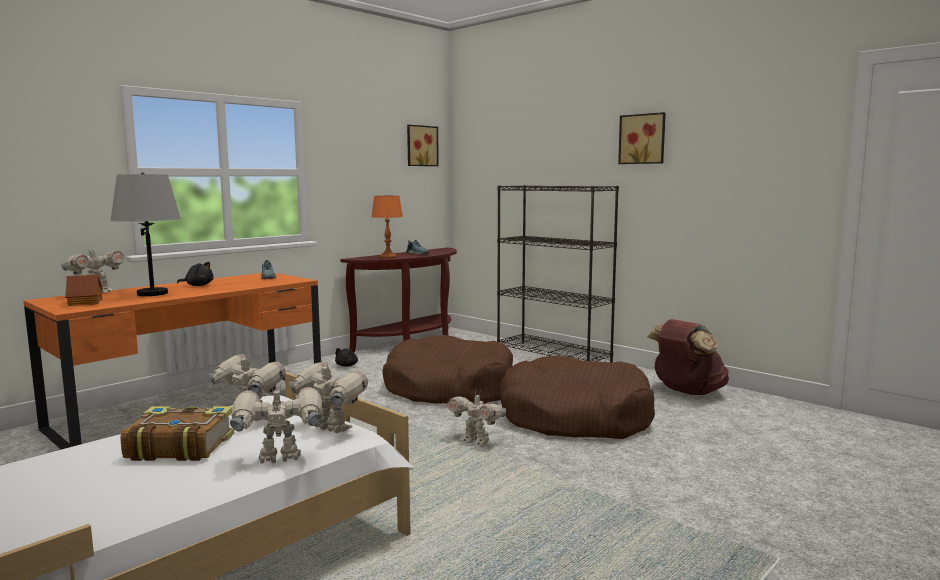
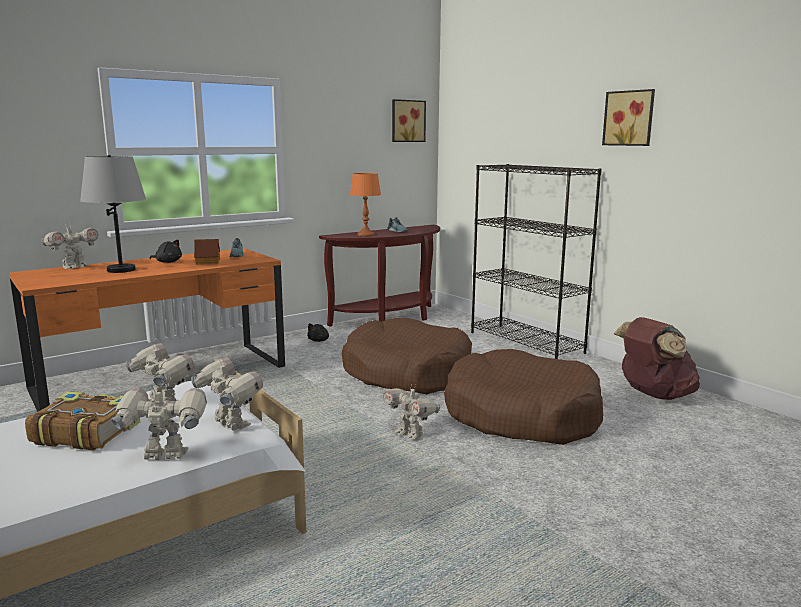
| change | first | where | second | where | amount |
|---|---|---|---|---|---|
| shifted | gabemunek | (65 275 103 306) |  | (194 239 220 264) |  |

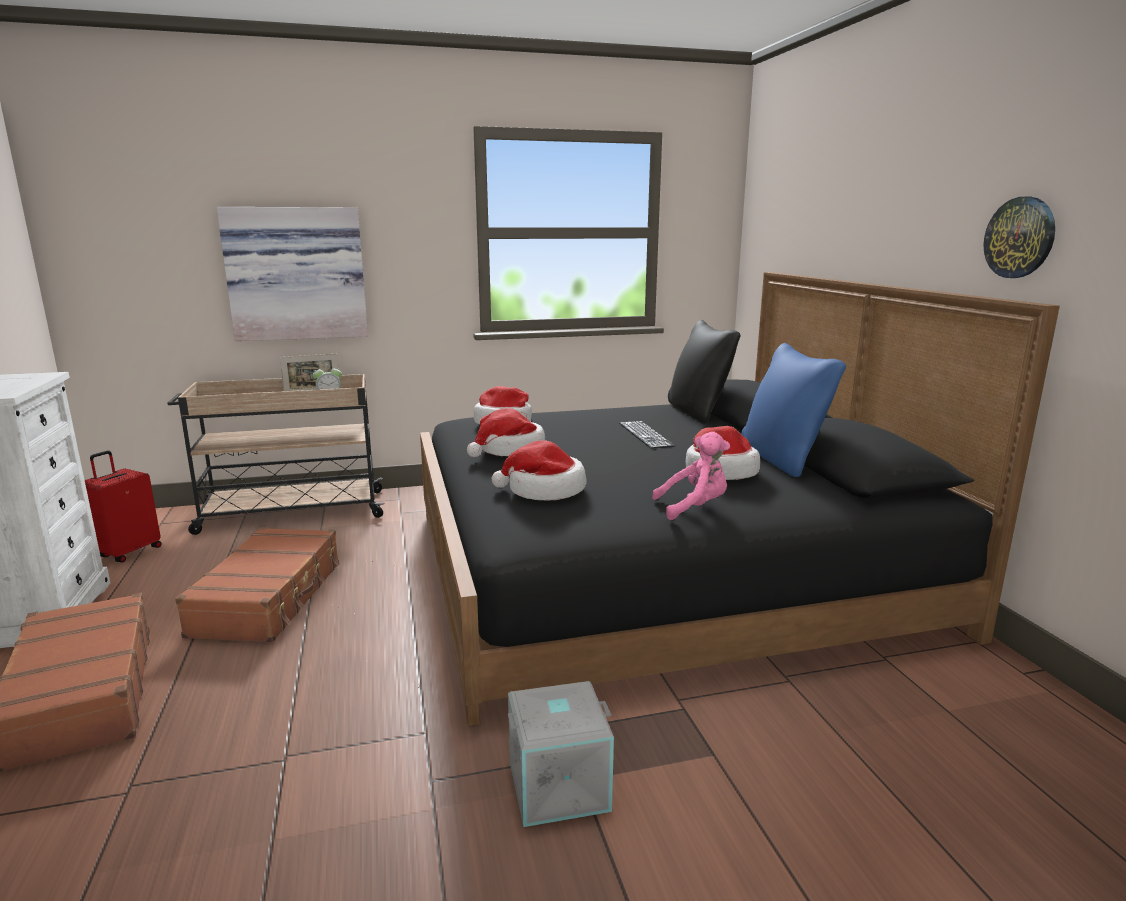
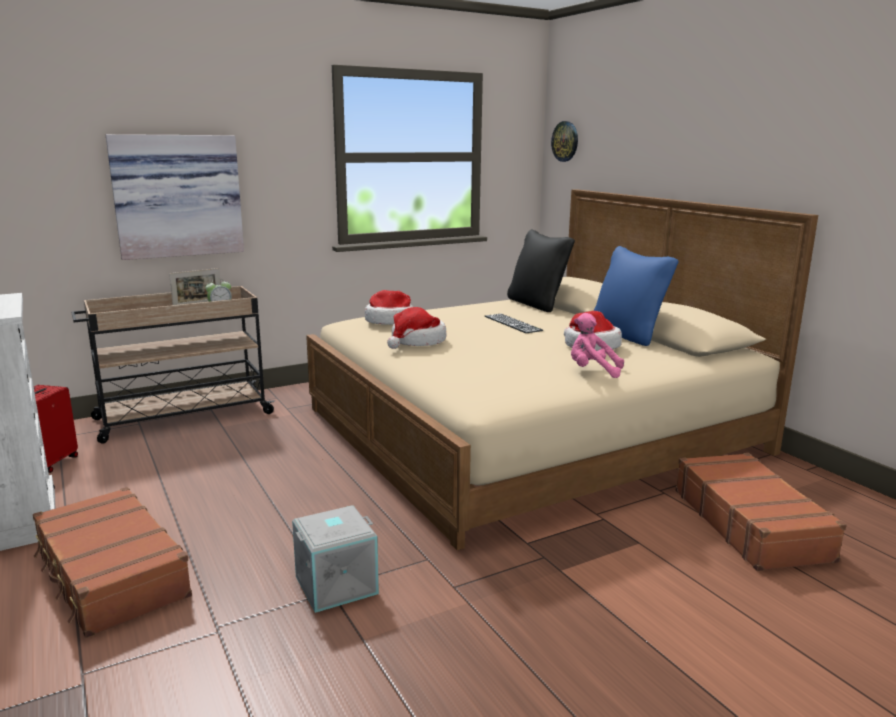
| change | first | where | second | where | amount |
|---|---|---|---|---|---|
| gone | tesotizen | (491 440 586 500) |  |  |  |
| shifted | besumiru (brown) | (175 527 340 643) |  | (676 453 847 571) |  |
| shifted | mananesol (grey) | (508 681 614 827) |  | (292 505 379 613) |  |
| shifted | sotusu | (983 197 1055 278) |  | (551 121 578 162) |  |
| repainted | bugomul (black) | (420 272 1060 726) | bugomul (beige) | (306 189 818 550) |  |
| rotated | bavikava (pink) | (652 432 730 520) |  | (571 313 624 378) | 135 degrees counterclockwise |

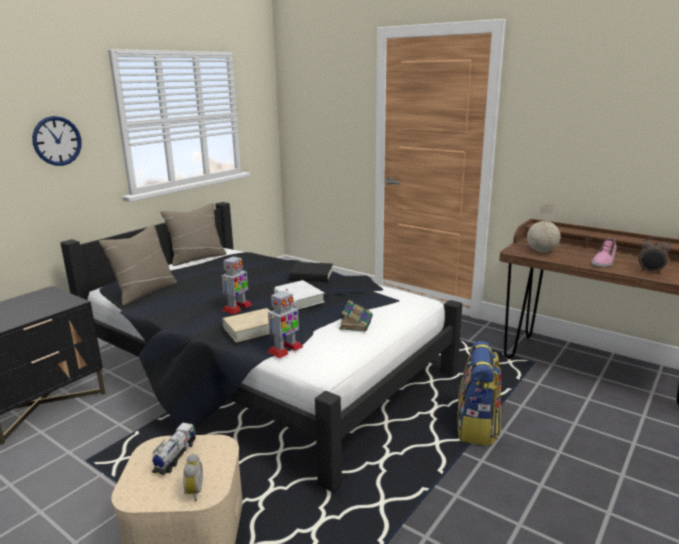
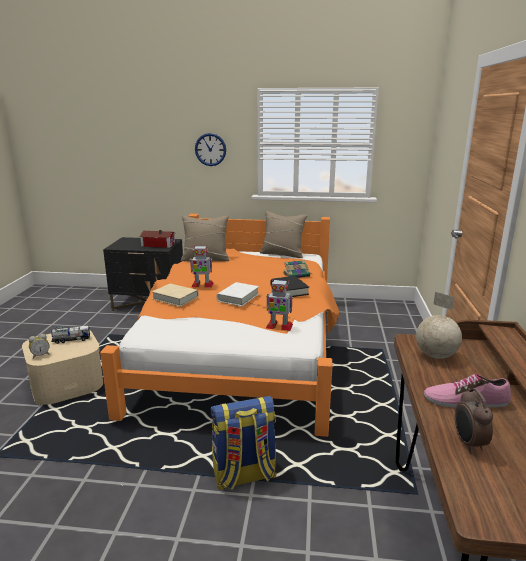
| change | first | where | second | where | amount |
|---|---|---|---|---|---|
| new |  |  | gabemunek | (139 230 175 248) |  |
| shifted | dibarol | (267 289 303 358) |  | (266 279 293 331) |  |
| shifted | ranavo | (339 300 373 332) |  | (283 260 312 278) |  |
| repainted | bugomul (black) | (60 202 462 492) | bugomul (orange) | (100 214 340 437) |  |

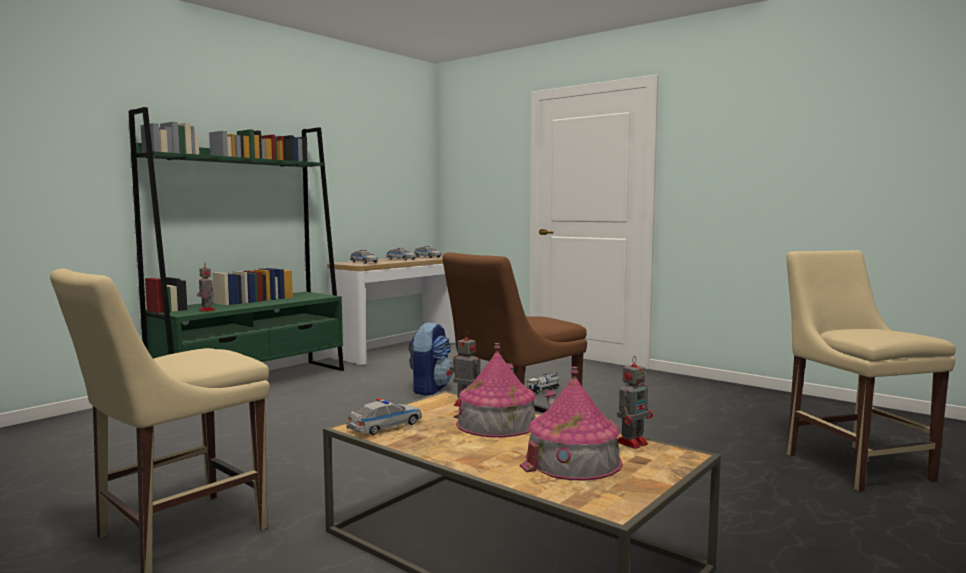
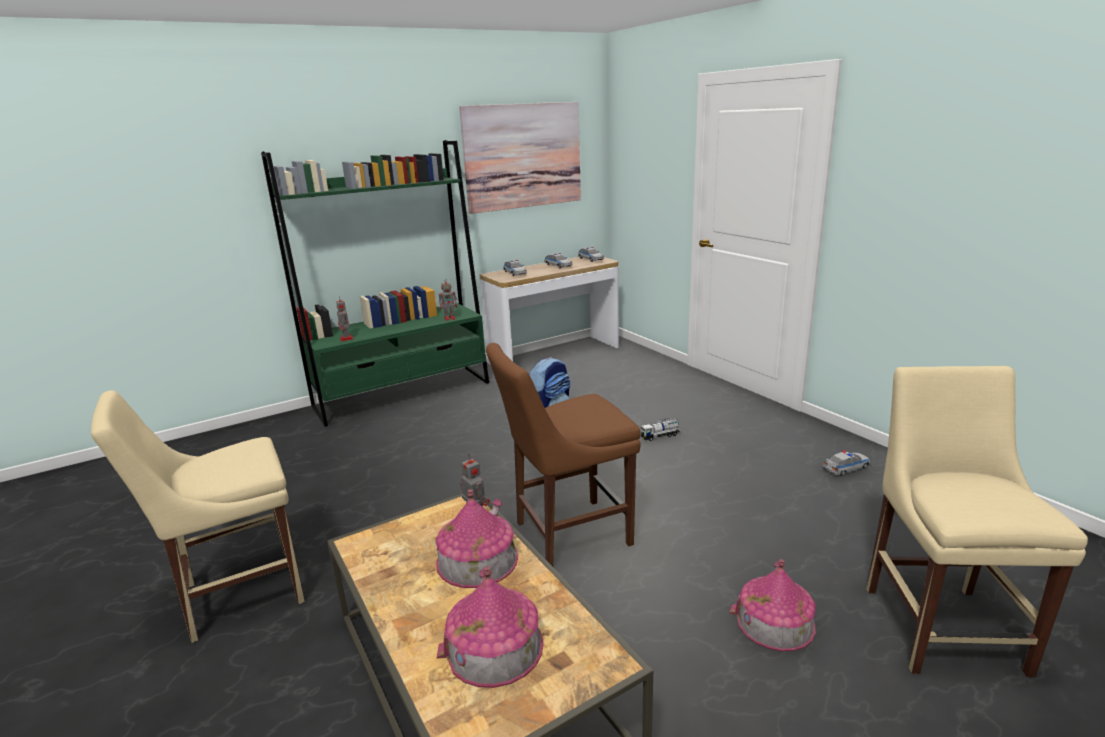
| change | first | where | second | where | amount |
|---|---|---|---|---|---|
| new |  |  | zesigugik | (459 102 581 214) |  |
| new |  |  | gabemunek | (729 559 816 651) |  |
| shifted | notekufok | (346 398 422 435) |  | (822 450 871 476) |  |
| shifted | dibarol | (617 356 653 449) |  | (439 278 457 321) |  |

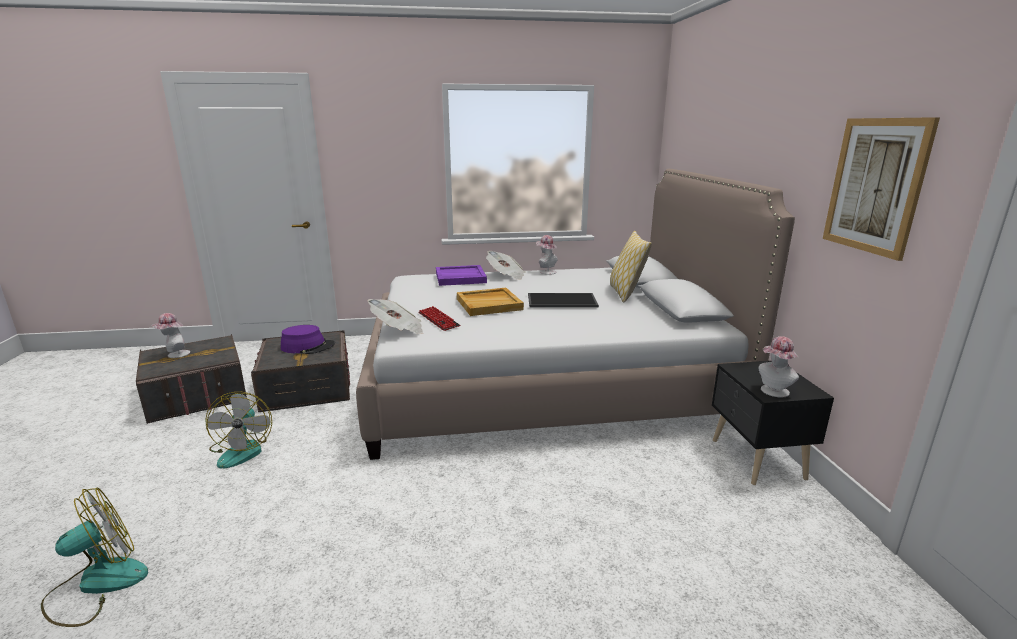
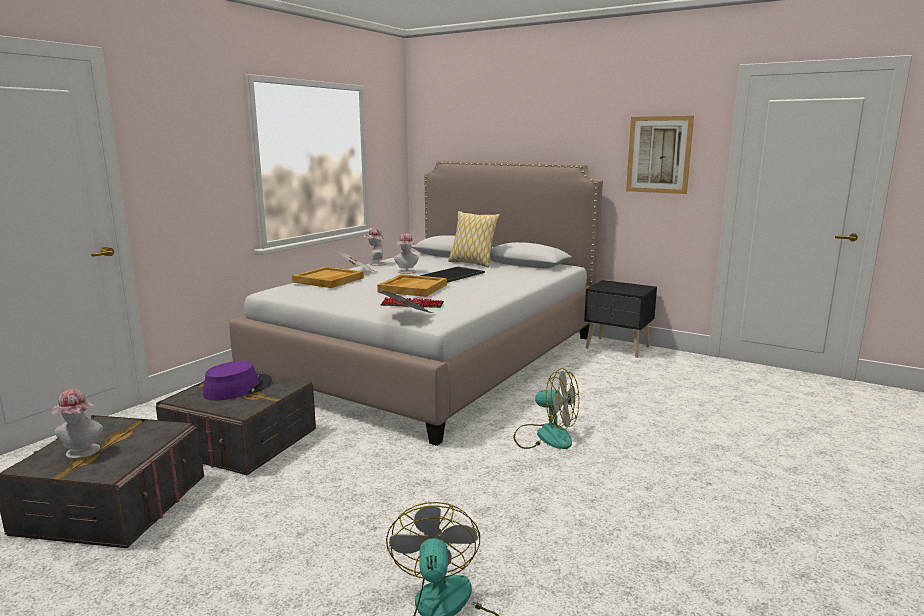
| change | first | where | second | where | amount |
|---|---|---|---|---|---|
| shifted | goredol | (205 392 272 469) |  | (513 368 579 449) |  |
| shifted | tesotizen | (759 336 799 398) |  | (394 233 419 274) |  |
| repainted | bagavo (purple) | (436 265 487 286) | bagavo (beige) | (292 267 364 288) |  |

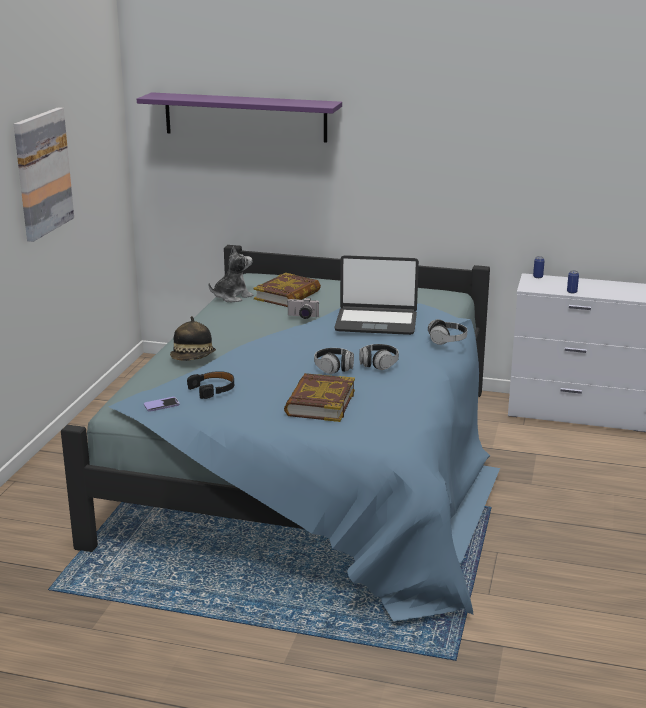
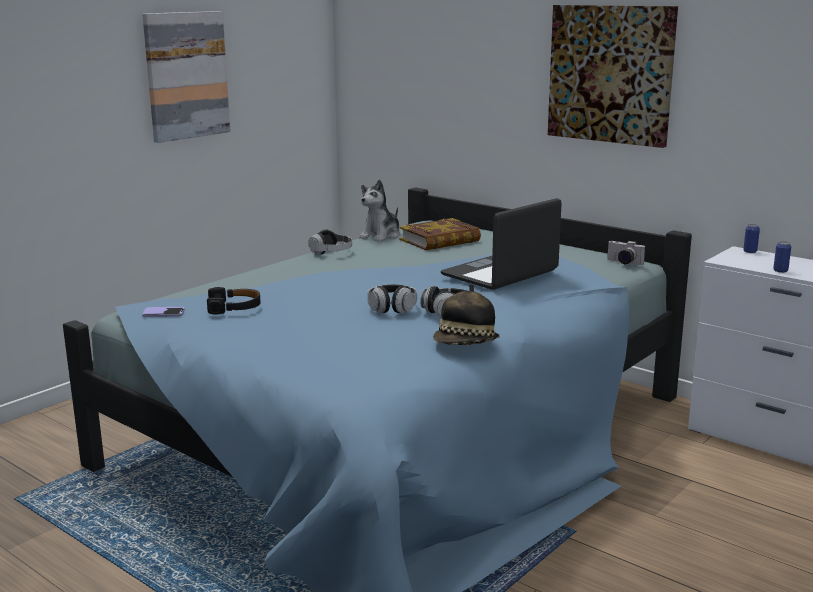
| change | first | where | second | where | amount |
|---|---|---|---|---|---|
| gone | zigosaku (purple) | (137 92 342 142) |  |  |  |
| gone | ranavo | (284 373 355 422) |  |  |  |
| new |  |  | zesigugik | (548 5 678 148) |  |
| shifted | tesotizen | (170 316 216 361) |  | (433 284 500 345) |  |
| shifted | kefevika | (287 298 319 319) |  | (607 241 645 265) |  |
| shifted | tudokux | (428 319 467 345) |  | (308 229 352 254) |  |
| rotated | bavikava | (208 246 253 302) |  | (359 179 400 242) | 135 degrees clockwise |
| rotated | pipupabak | (334 255 419 335) |  | (441 198 562 290) | 105 degrees clockwise |

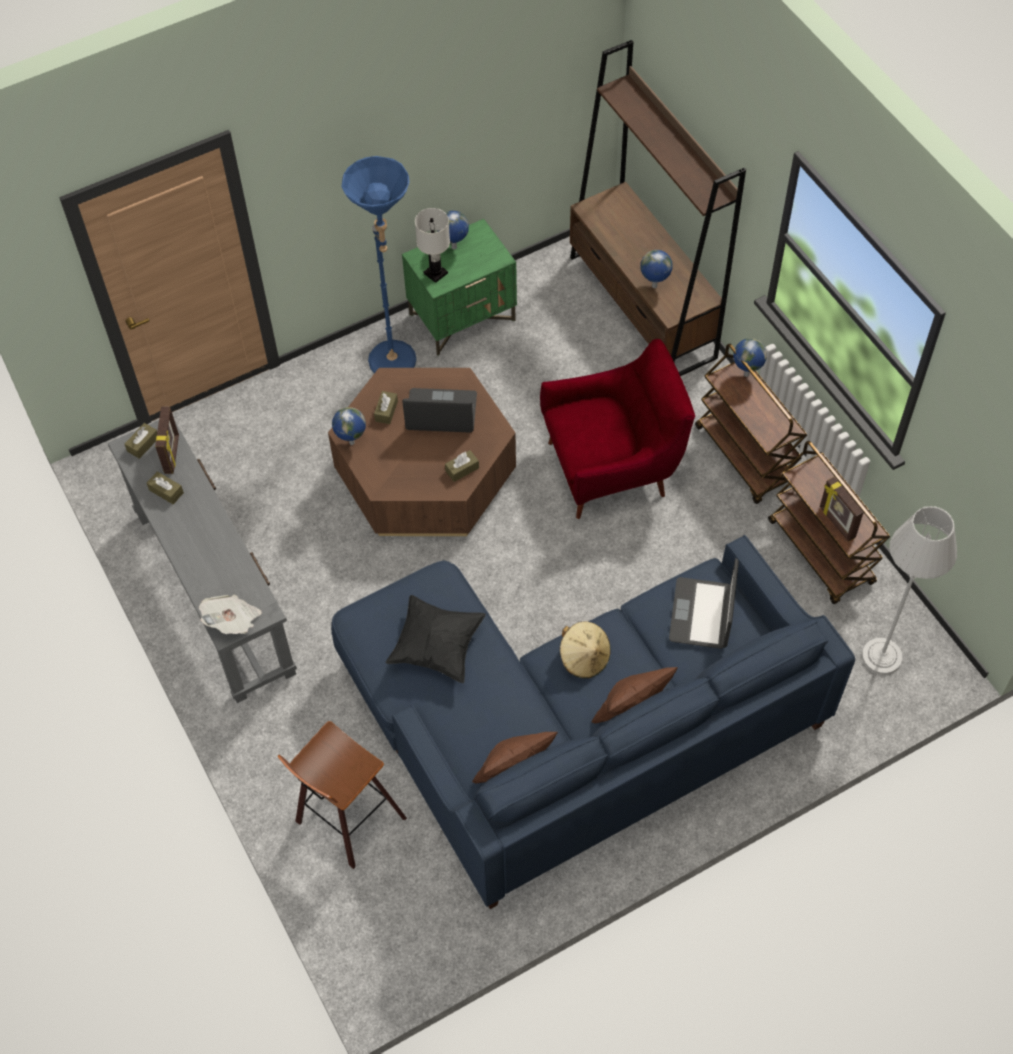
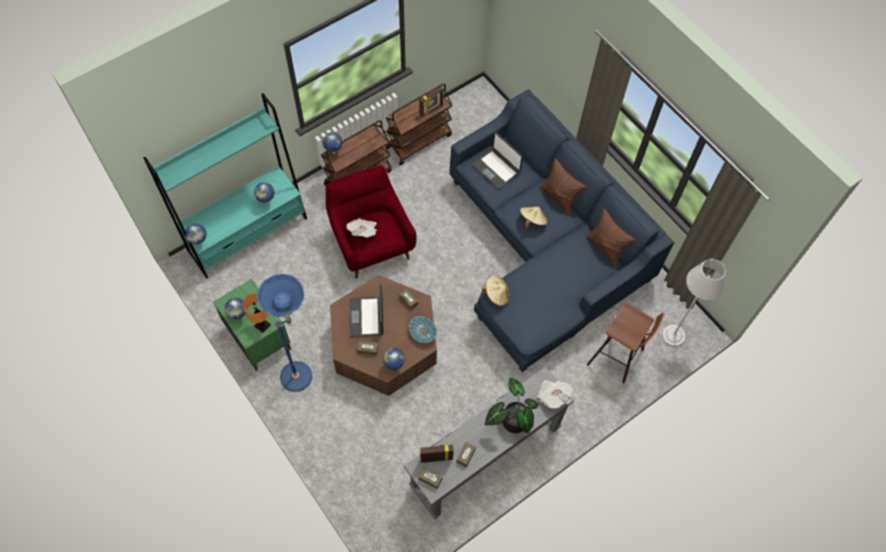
| change | first | where | second | where | amount |
|---|---|---|---|---|---|
| gone | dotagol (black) | (386 595 486 683) |  |  |  |
| new |  |  | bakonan | (186 224 206 245) |  |
| new |  |  | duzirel | (346 218 377 238) |  |
| new |  |  | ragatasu | (409 316 437 343) |  |
| new |  |  | tesotizen (beige) | (482 275 510 306) |  |
| new |  |  | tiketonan | (485 378 538 434) |  |
| shifted | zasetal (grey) | (862 506 957 675) |  | (662 259 726 347) |  |
| repainted | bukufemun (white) | (415 208 450 283) | bukufemun (orange) | (243 293 271 333) |  |
| repainted | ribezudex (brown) | (570 40 746 376) | ribezudex (turquoise) | (144 93 307 279) |  |
| rotated | pipupabak | (669 558 739 649) |  | (472 132 523 189) | 45 degrees clockwise |

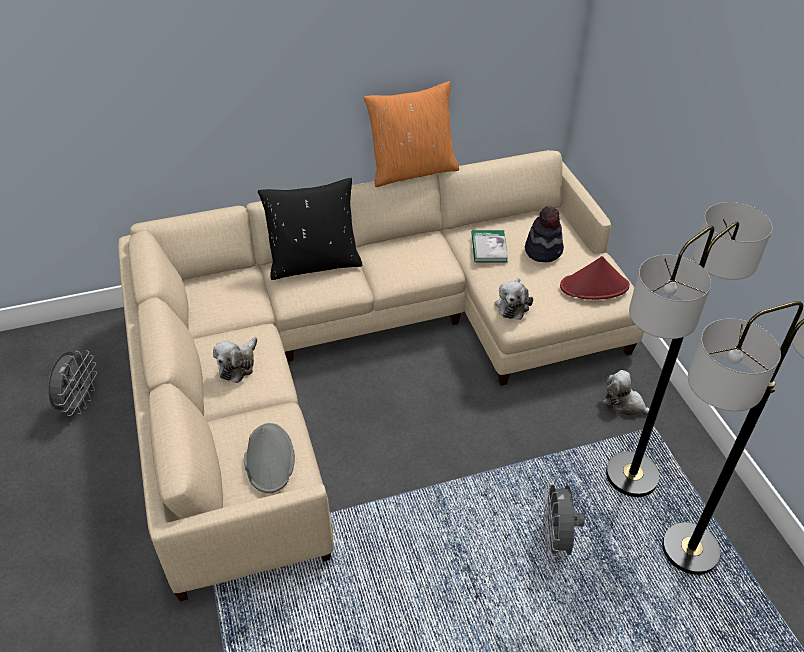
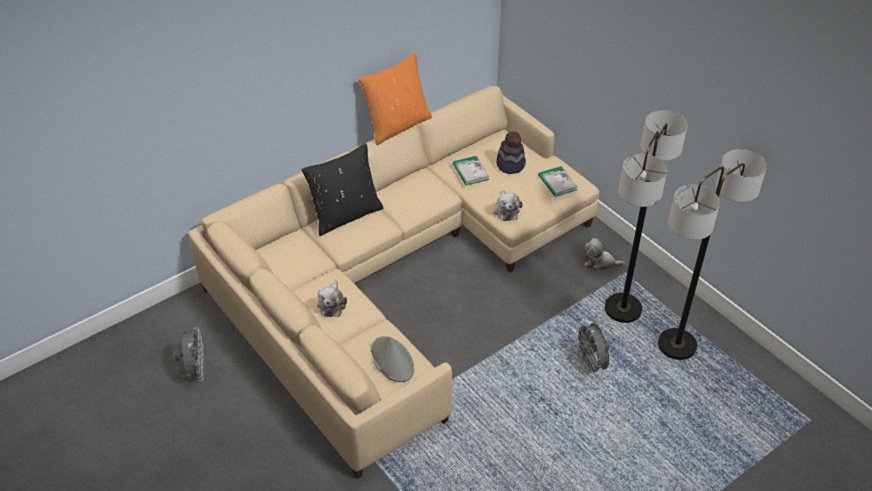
| change | first | where | second | where | amount |
|---|---|---|---|---|---|
| swapped | tesotizen (red) | (560 256 630 300) | ranavo | (538 166 578 197) |  |

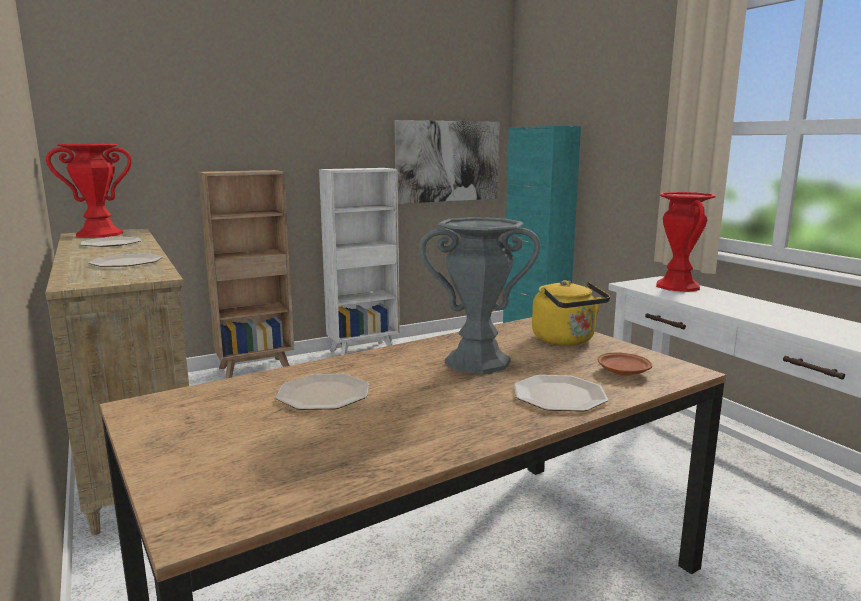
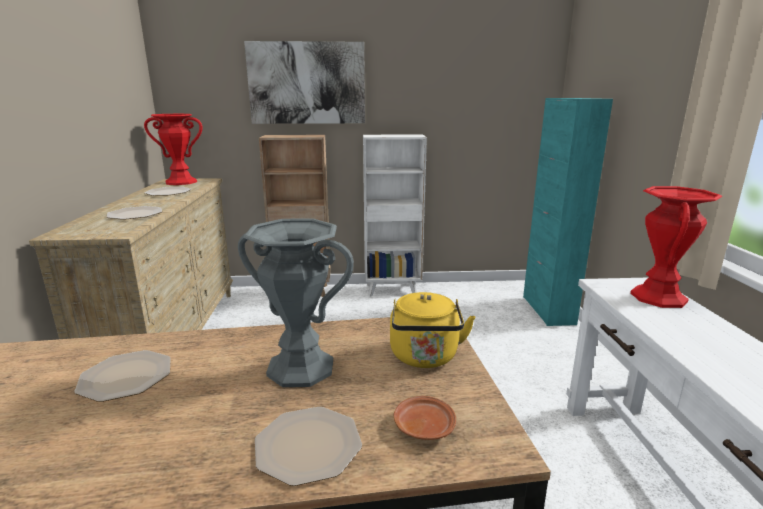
| change | first | where | second | where | amount |
|---|---|---|---|---|---|
| shifted | zesigugik | (395 120 500 204) |  | (244 41 365 124) |  |

